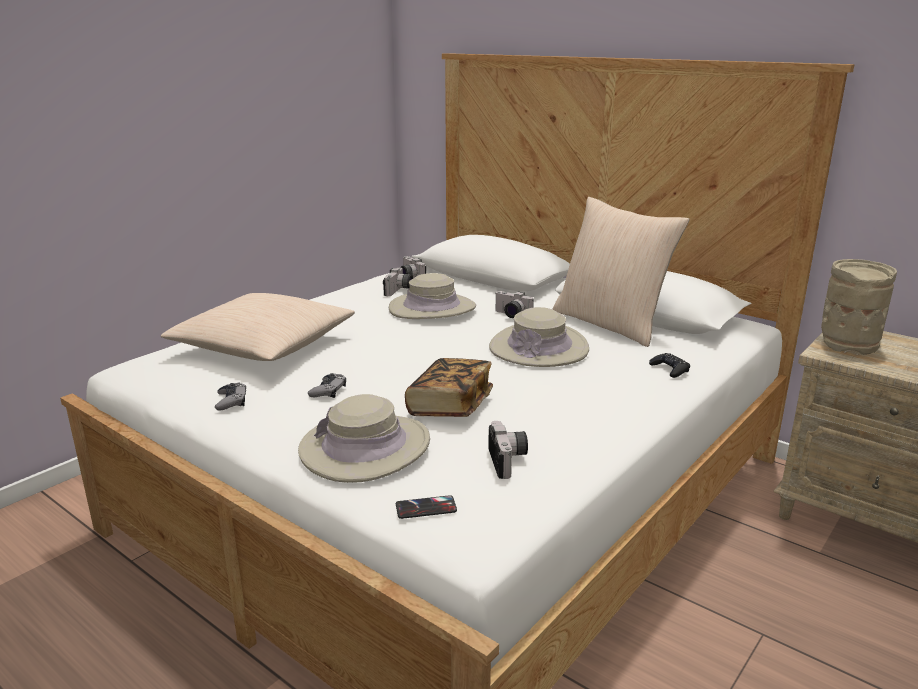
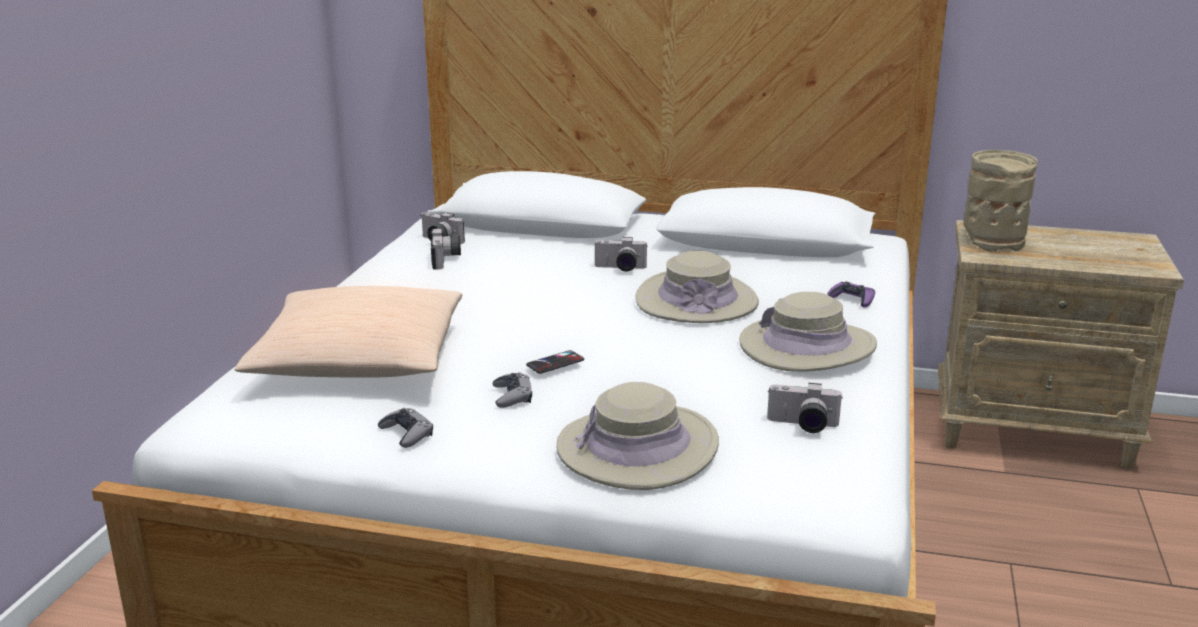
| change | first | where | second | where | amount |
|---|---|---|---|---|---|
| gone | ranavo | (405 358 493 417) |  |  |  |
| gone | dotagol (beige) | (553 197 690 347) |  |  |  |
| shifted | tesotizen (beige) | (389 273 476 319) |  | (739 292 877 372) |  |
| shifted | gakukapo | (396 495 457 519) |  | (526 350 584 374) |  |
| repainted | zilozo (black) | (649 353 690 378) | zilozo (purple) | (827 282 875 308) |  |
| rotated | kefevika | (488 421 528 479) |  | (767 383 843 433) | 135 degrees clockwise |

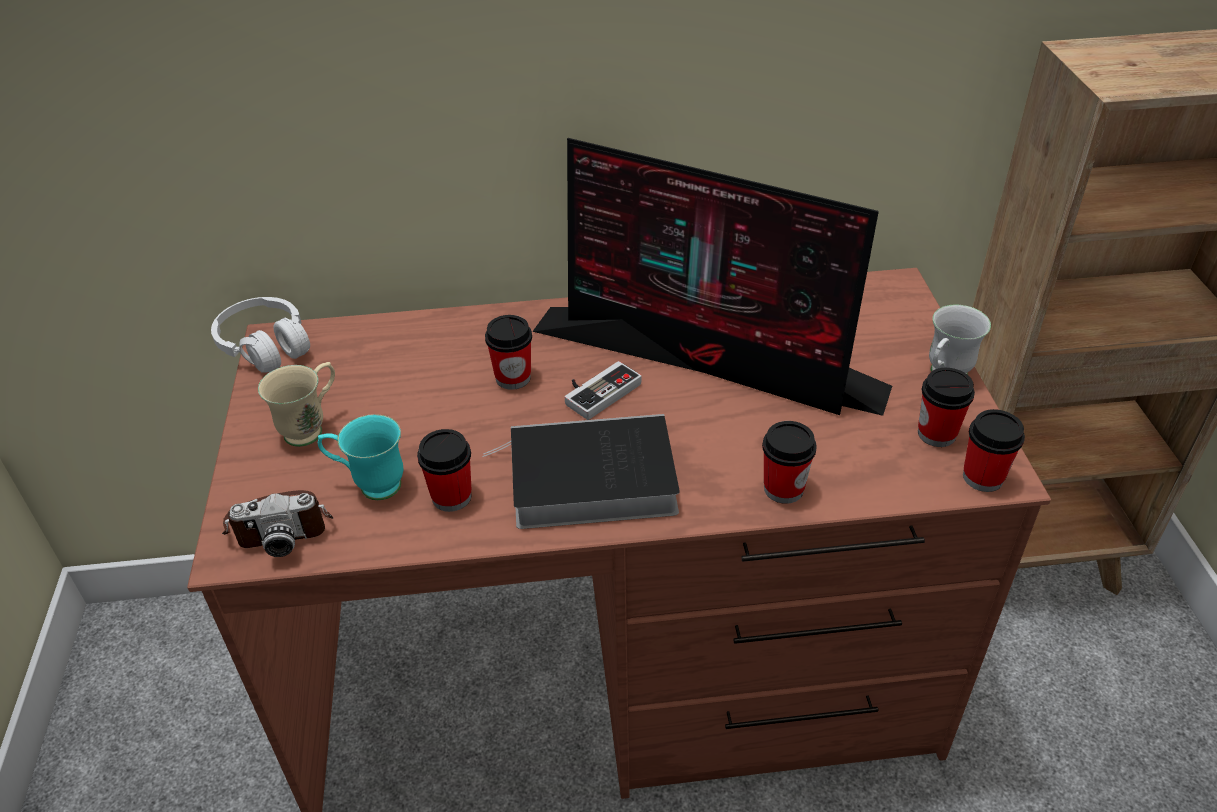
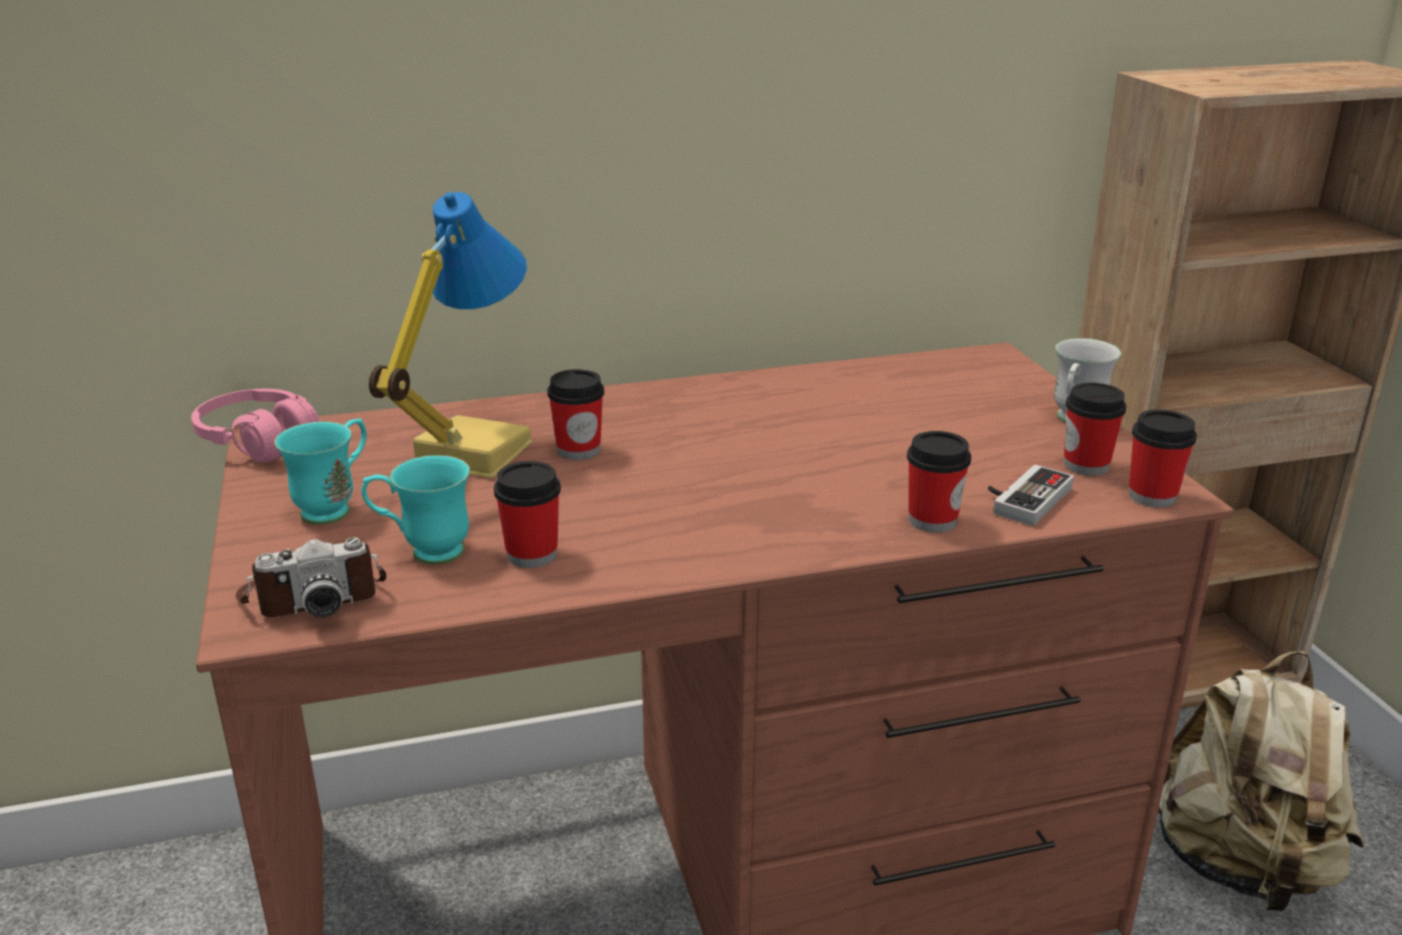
| change | first | where | second | where | amount |
|---|---|---|---|---|---|
| gone | ranavo | (483 414 680 529) |  |  |  |
| gone | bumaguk | (532 138 892 416) |  |  |  |
| new |  |  | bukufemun | (369 192 533 478) |  |
| new |  |  | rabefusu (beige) | (1158 651 1364 912) |  |
| shifted | zilozo | (565 361 642 420) |  | (988 464 1074 526) |  |
| repainted | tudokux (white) | (211 297 310 373) | tudokux (pink) | (191 389 320 462) |  |
| repainted | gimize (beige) | (258 362 335 447) | gimize (turquoise) | (275 419 367 524) |  |

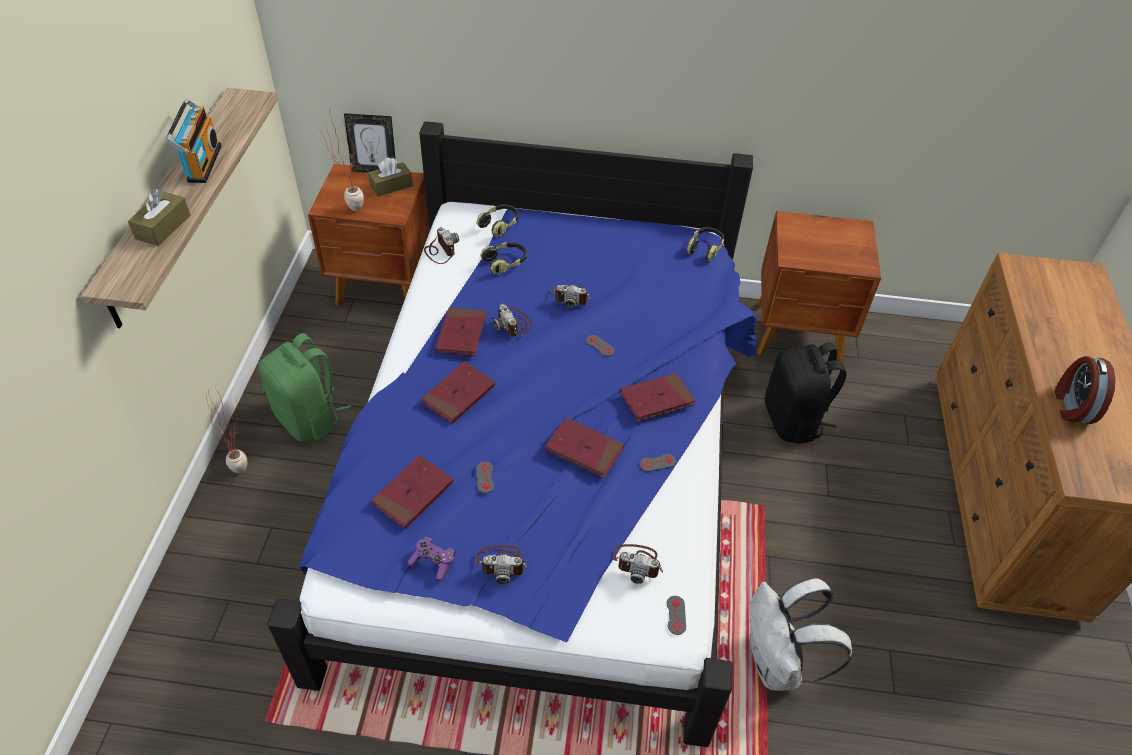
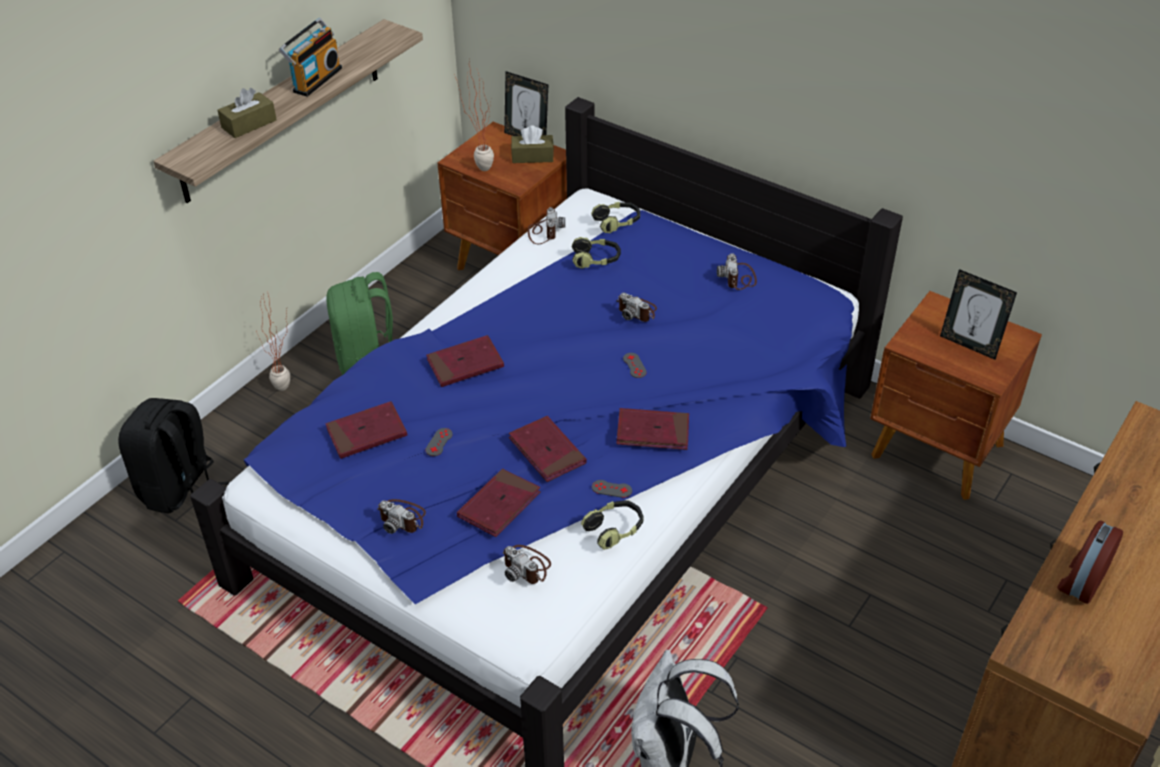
| change | first | where | second | where | amount |
|---|---|---|---|---|---|
| gone | zilozo (purple) | (408 537 456 581) |  |  |  |
| gone | zilozo (grey) | (666 596 686 635) |  |  |  |
| new |  |  | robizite | (940 269 1017 360) |  |
| shifted | ranavo (red) | (435 307 487 356) |  | (457 469 541 537) |  |
| shifted | kefevika | (493 304 532 337) |  | (717 253 757 290) |  |
| shifted | tudokux | (687 227 724 261) |  | (581 500 644 550) |  |
| shifted | rabefusu (black) | (765 342 846 444) |  | (118 398 229 514) |  |

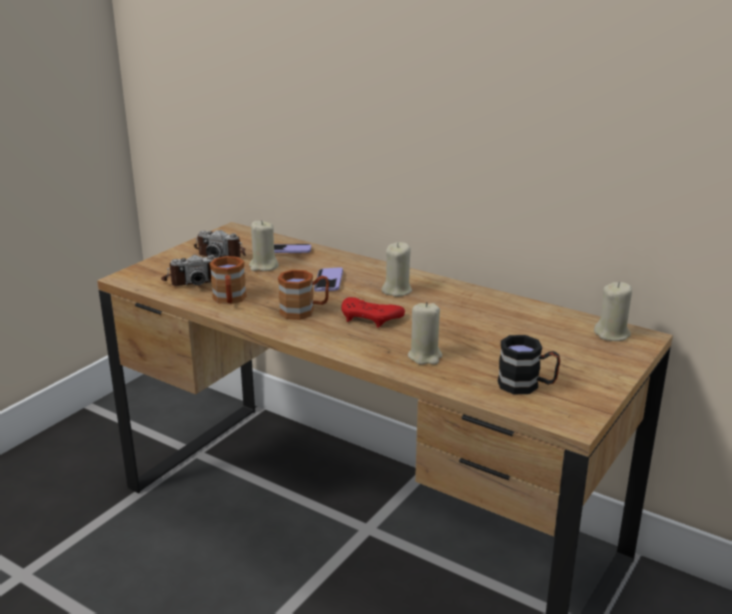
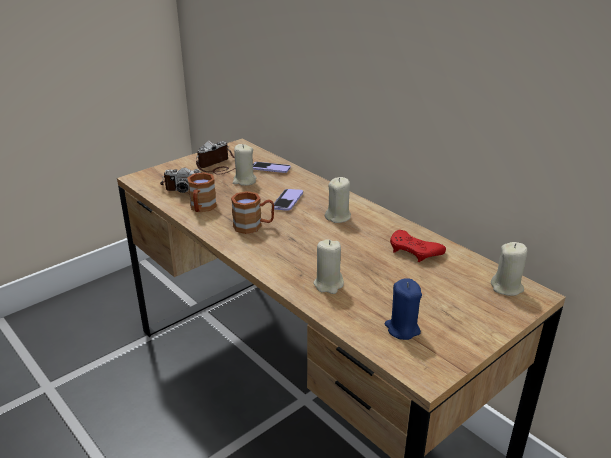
| change | first | where | second | where | amount |
|---|---|---|---|---|---|
| shifted | zilozo (red) | (341 297 405 328) |  | (390 230 446 262) |  |
| swapped | gimize (black) | (497 335 561 394) | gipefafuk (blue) | (385 278 422 340) |  |
| rotated | kefevika | (194 230 246 258) |  | (196 141 236 174) | 105 degrees clockwise |

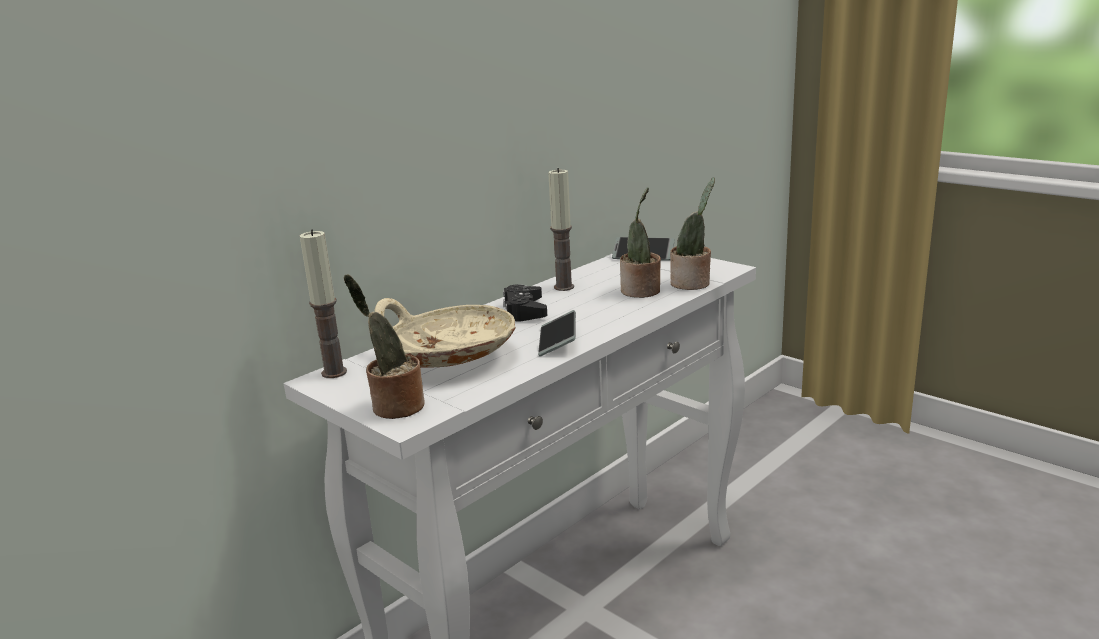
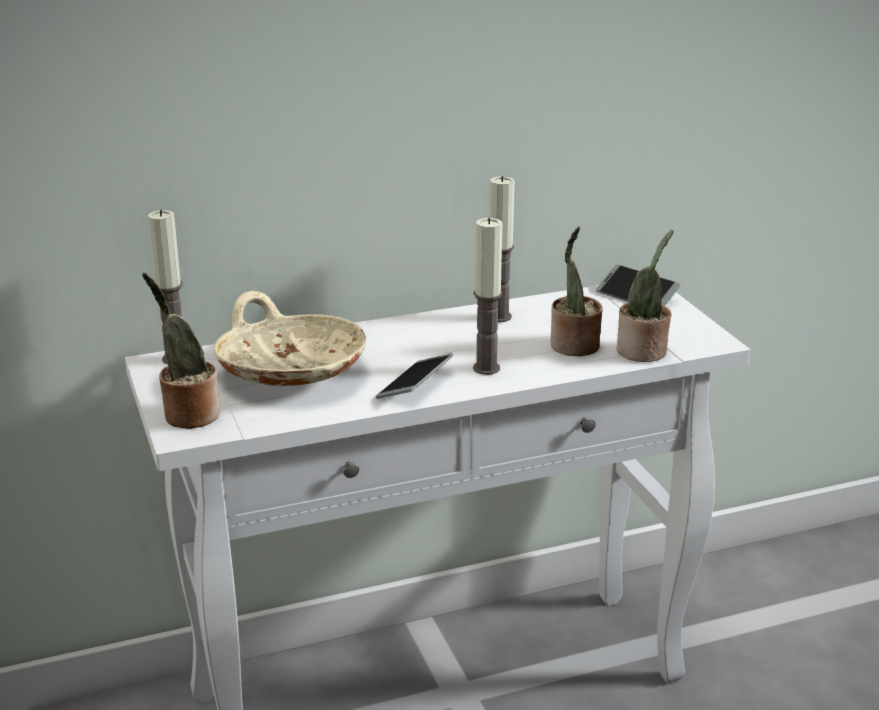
| change | first | where | second | where | amount |
|---|---|---|---|---|---|
| gone | zilozo (black) | (503 284 547 321) |  |  |  |
| new |  |  | gipefafuk | (473 218 502 375) |  |

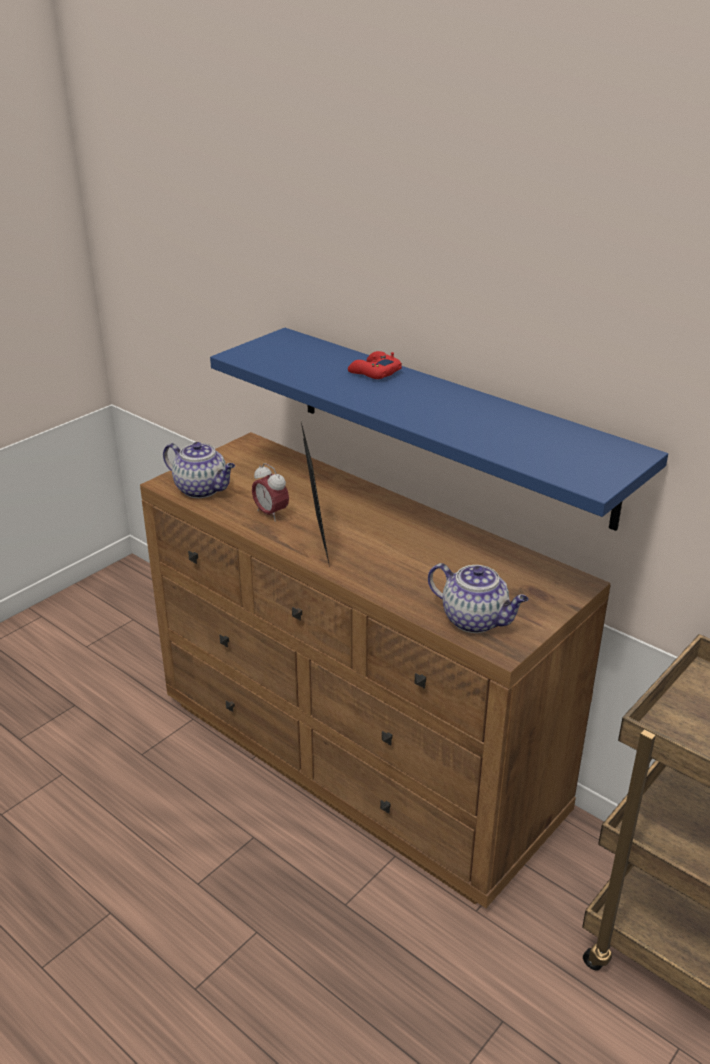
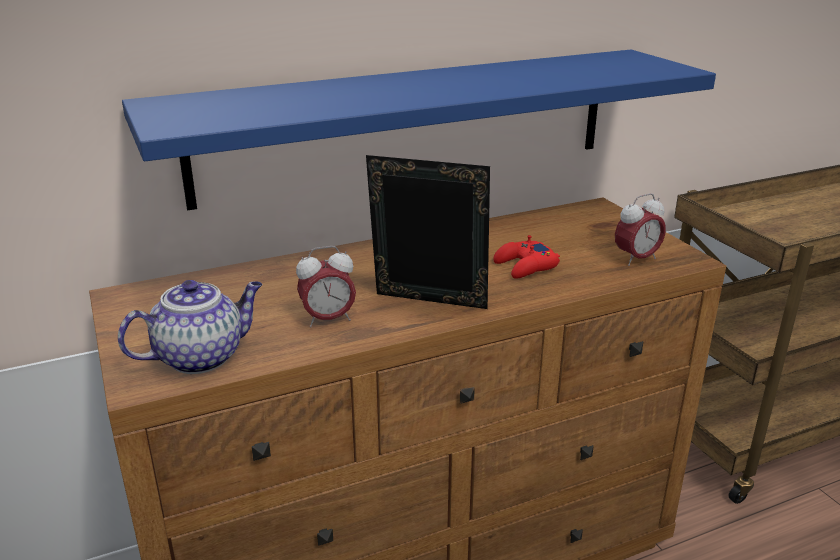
| change | first | where | second | where | amount |
|---|---|---|---|---|---|
| shifted | zilozo (red) | (348 351 402 379) |  | (493 235 560 279) |  |
| swapped | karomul | (428 563 529 633) | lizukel | (615 193 666 266) |  |

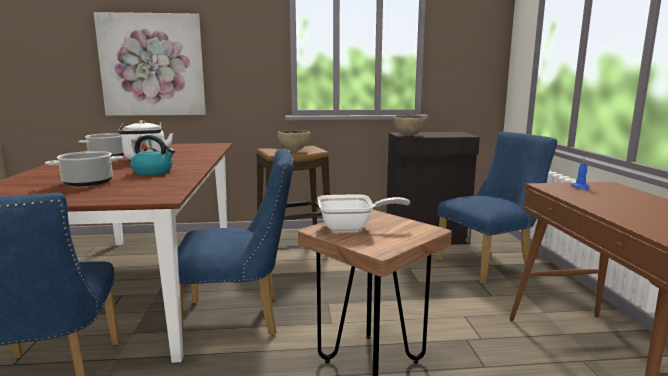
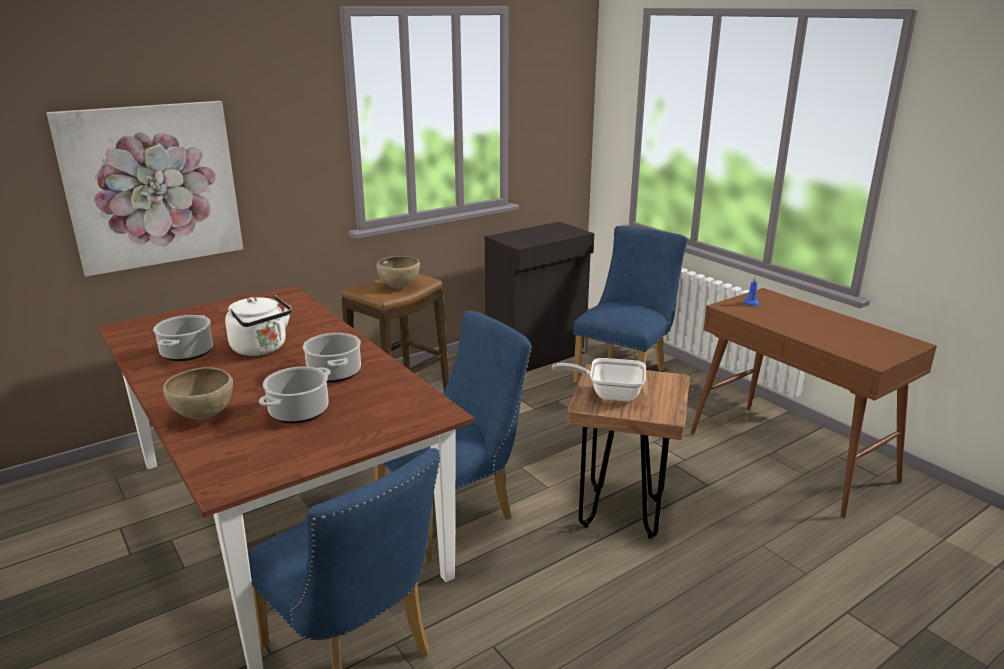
| change | first | where | second | where | amount |
|---|---|---|---|---|---|
| shifted | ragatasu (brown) | (393 115 426 136) |  | (163 367 233 419) |  |
| swapped | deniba | (130 135 175 175) | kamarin | (303 333 361 383) |  |
| rotated | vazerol | (317 194 410 231) |  | (552 358 646 402) | 135 degrees counterclockwise |

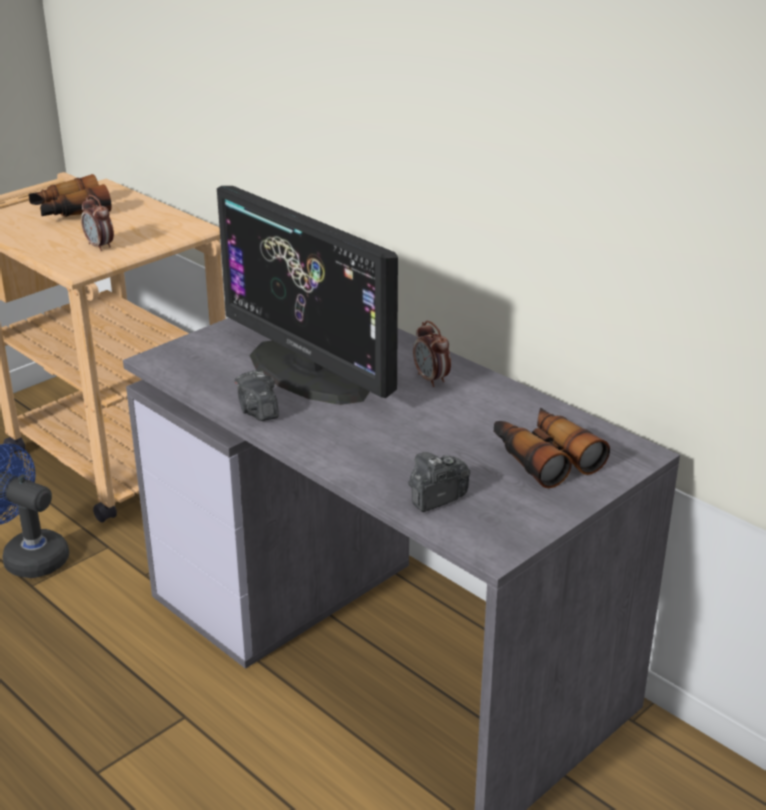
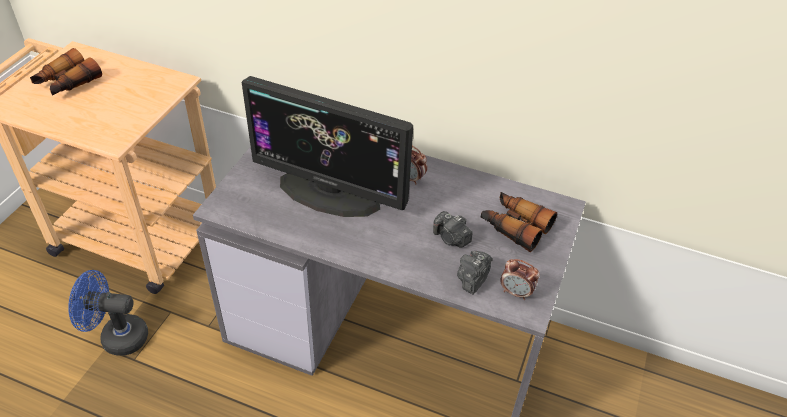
| change | first | where | second | where | amount |
|---|---|---|---|---|---|
| shifted | lizukel | (81 195 114 252) |  | (500 259 540 300) |  |
| shifted | kefevika | (235 370 279 421) |  | (433 211 472 247) |  |

